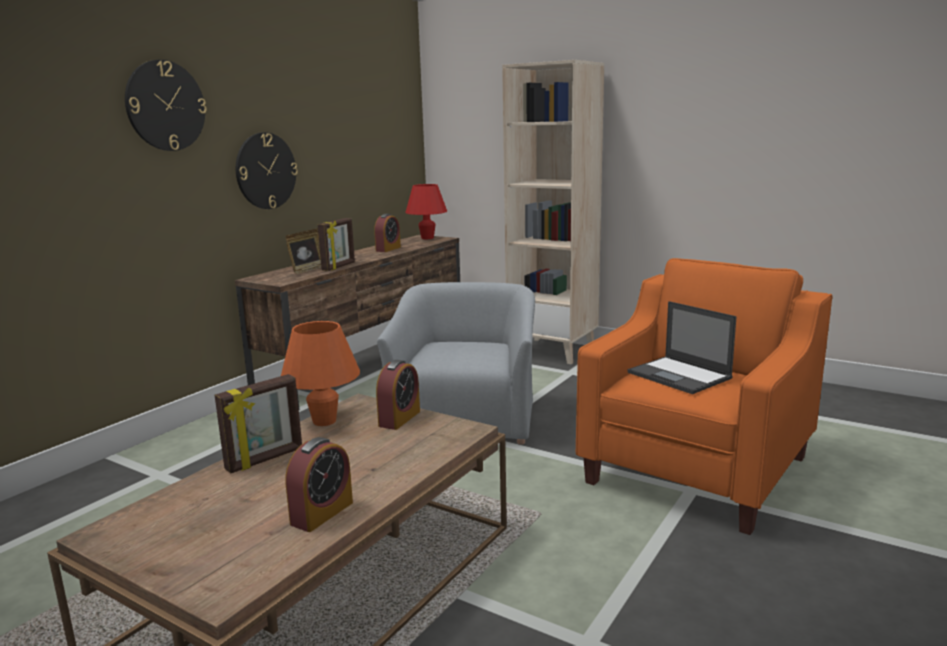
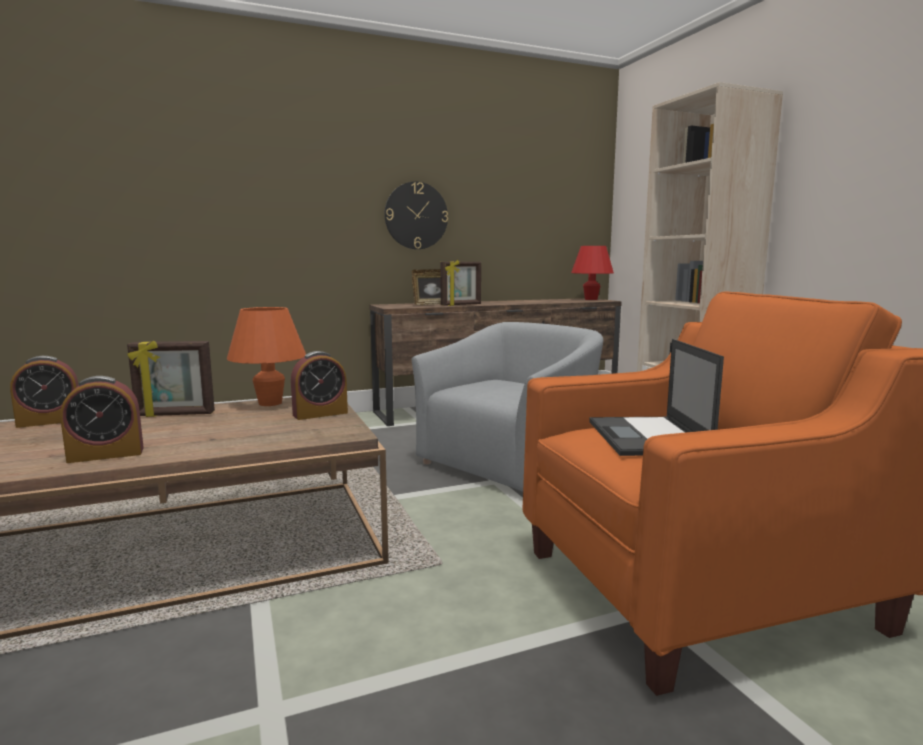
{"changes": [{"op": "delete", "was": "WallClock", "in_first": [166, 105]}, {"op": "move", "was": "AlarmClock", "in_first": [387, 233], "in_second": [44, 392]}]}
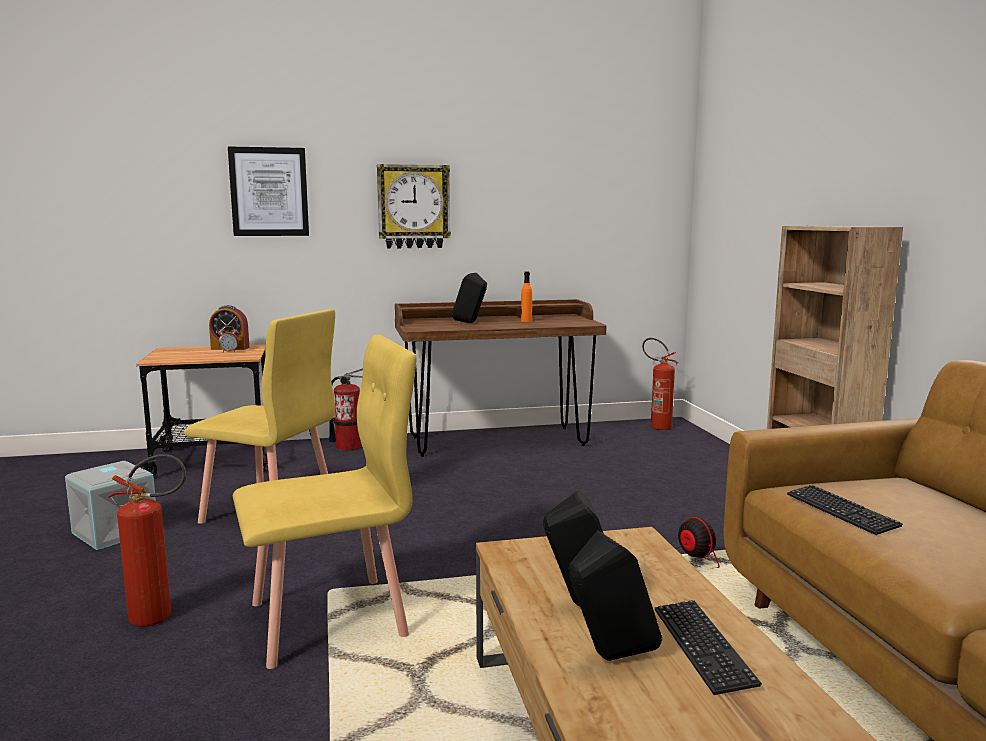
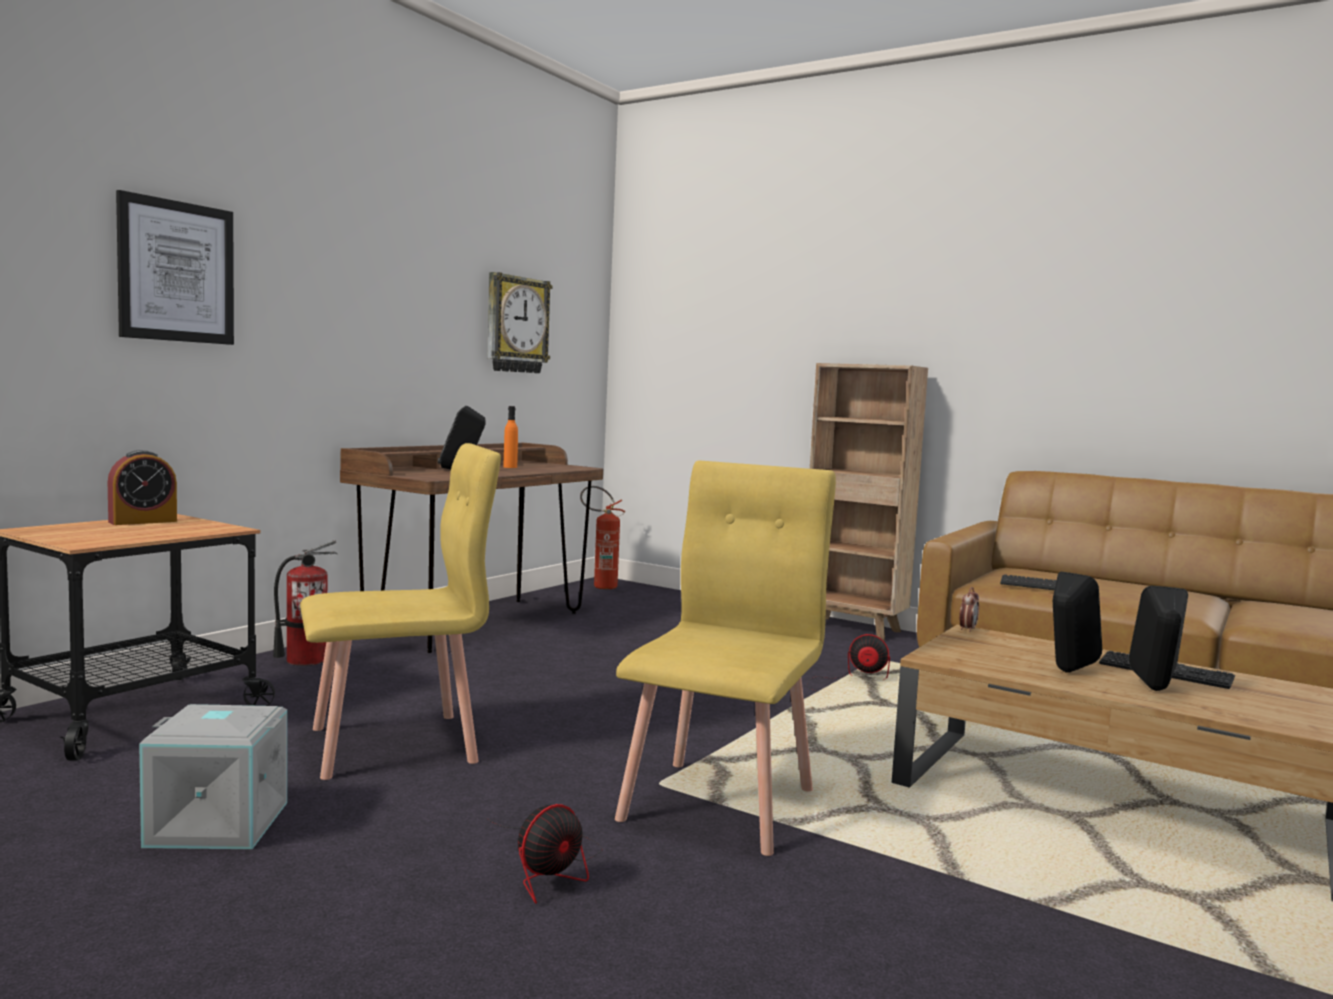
{"changes": [{"op": "move", "was": "AlarmClock", "in_first": [228, 339], "in_second": [969, 609]}, {"op": "move", "was": "WallClock", "in_first": [414, 206], "in_second": [520, 322]}, {"op": "replace", "was": "FireExtinguisher", "now": "Fan", "in_first": [147, 540], "in_second": [545, 854]}]}
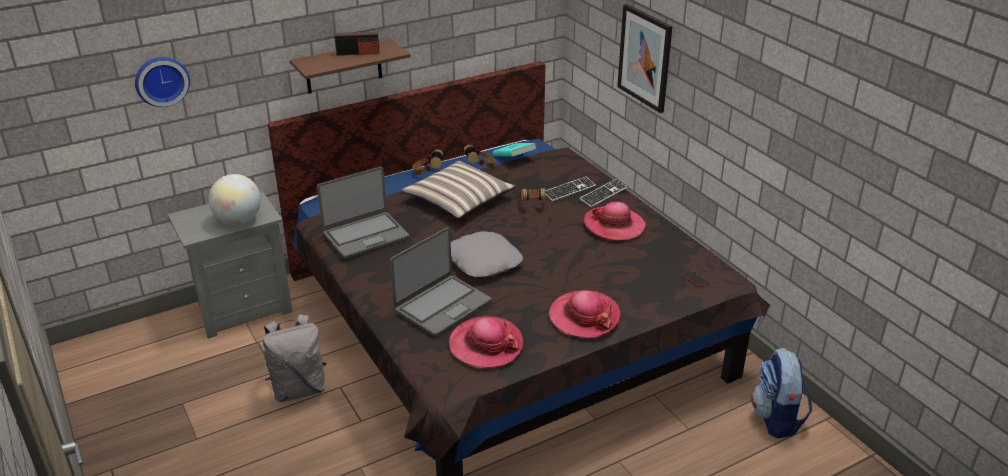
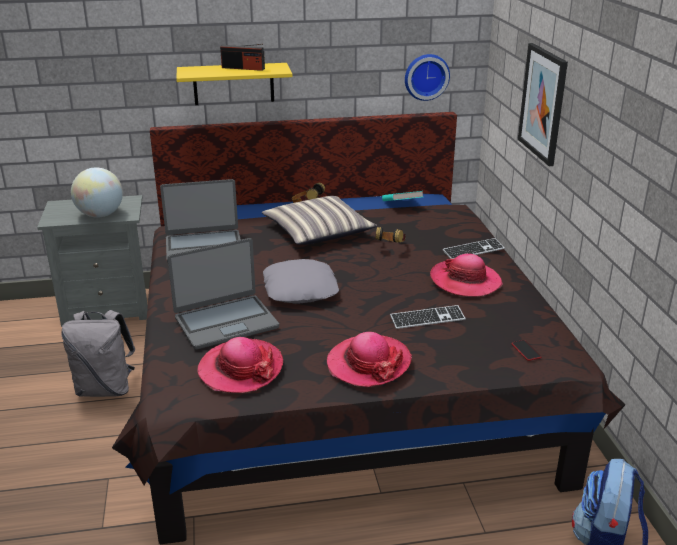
{"changes": [{"op": "delete", "was": "Headphones", "in_first": [480, 156]}, {"op": "move", "was": "WallClock", "in_first": [162, 82], "in_second": [427, 77]}, {"op": "move", "was": "Keyboard", "in_first": [571, 188], "in_second": [428, 317]}, {"op": "recolor", "was": "BrownShelf", "now": "YellowShelf", "in_first": [350, 67], "in_second": [234, 84]}]}
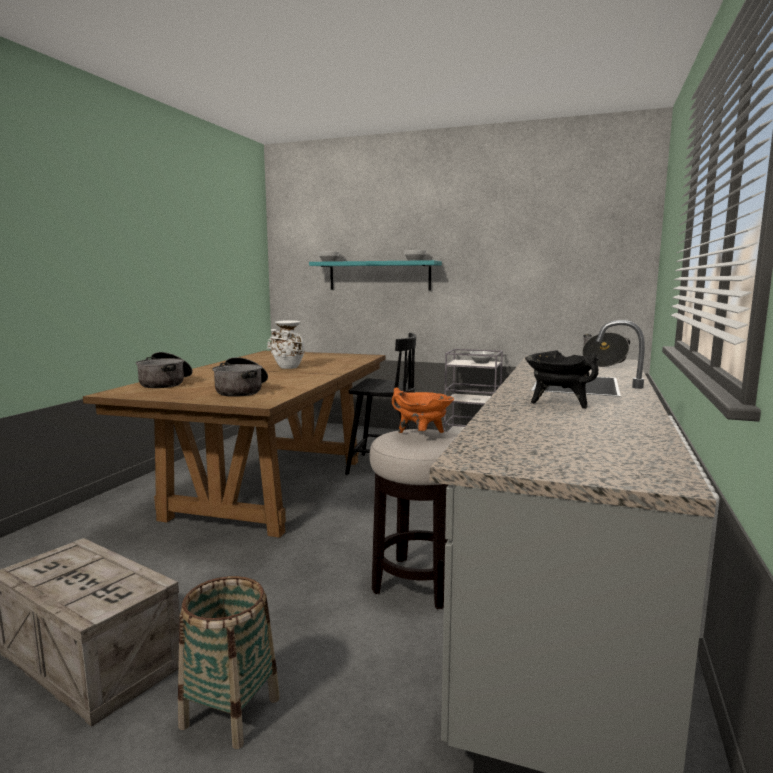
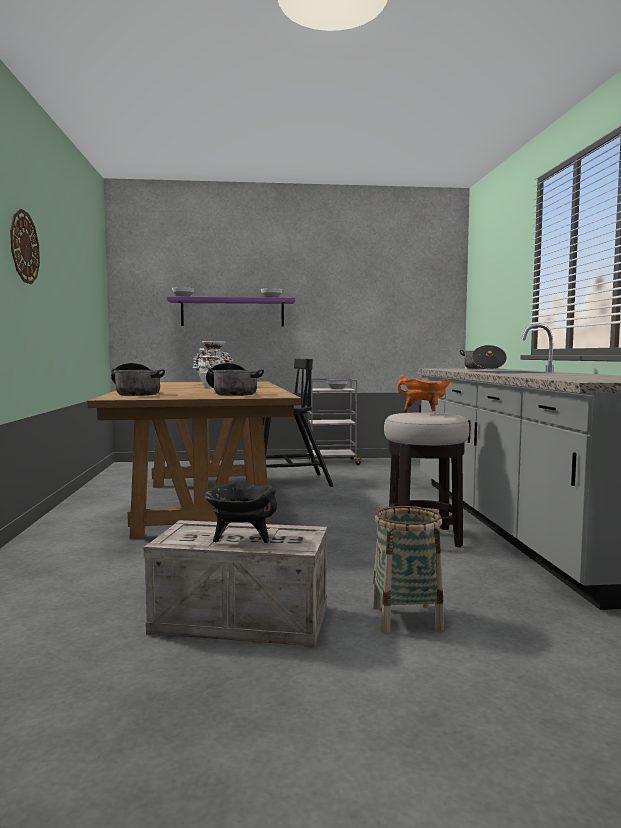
{"changes": [{"op": "insert", "now": "WallClock", "in_second": [25, 246]}, {"op": "move", "was": "BlackCookingPot", "in_first": [562, 379], "in_second": [240, 512]}, {"op": "recolor", "was": "TurquoiseShelf", "now": "PurpleShelf", "in_first": [375, 275], "in_second": [231, 312]}]}
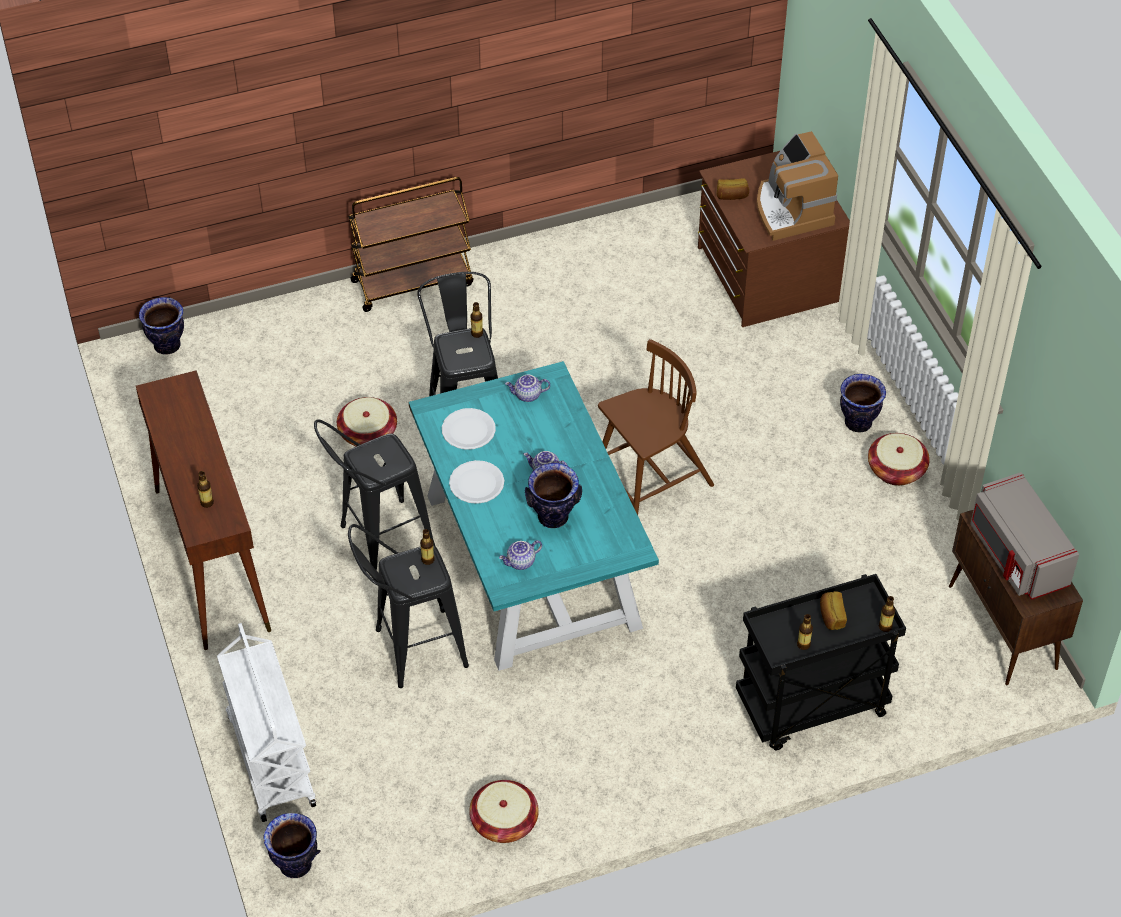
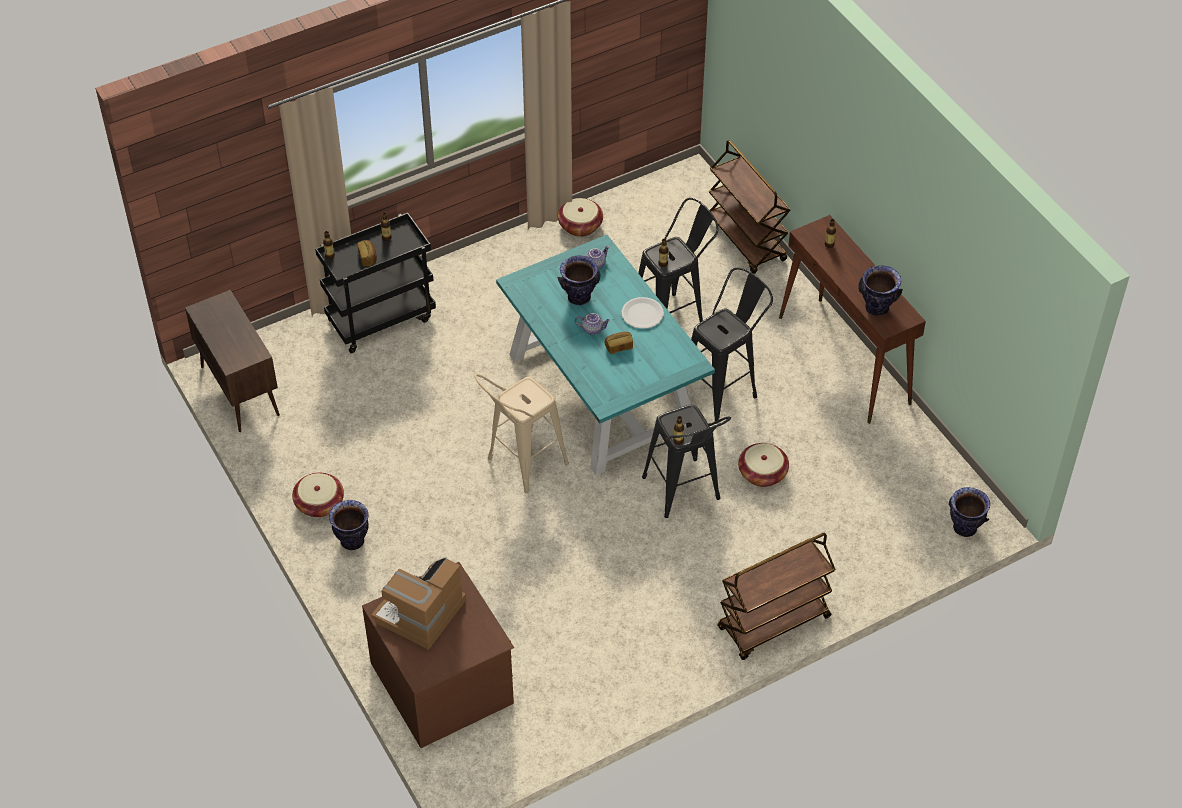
{"changes": [{"op": "delete", "was": "WhitePlate", "in_first": [469, 429]}, {"op": "delete", "was": "Teapot", "in_first": [527, 388]}, {"op": "delete", "was": "GreyMicrowave", "in_first": [1024, 536]}, {"op": "move", "was": "Vase", "in_first": [292, 845], "in_second": [880, 290]}, {"op": "move", "was": "Bread", "in_first": [733, 189], "in_second": [619, 343]}, {"op": "replace", "was": "BrownChair", "now": "BeigeStool", "in_first": [656, 427], "in_second": [521, 433]}, {"op": "recolor", "was": "WhiteCart", "now": "BrownCart", "in_first": [266, 722], "in_second": [749, 207]}, {"op": "rotate", "was": "CoffeeMachine", "in_first": [797, 186], "in_second": [419, 603], "clockwise": -120}]}
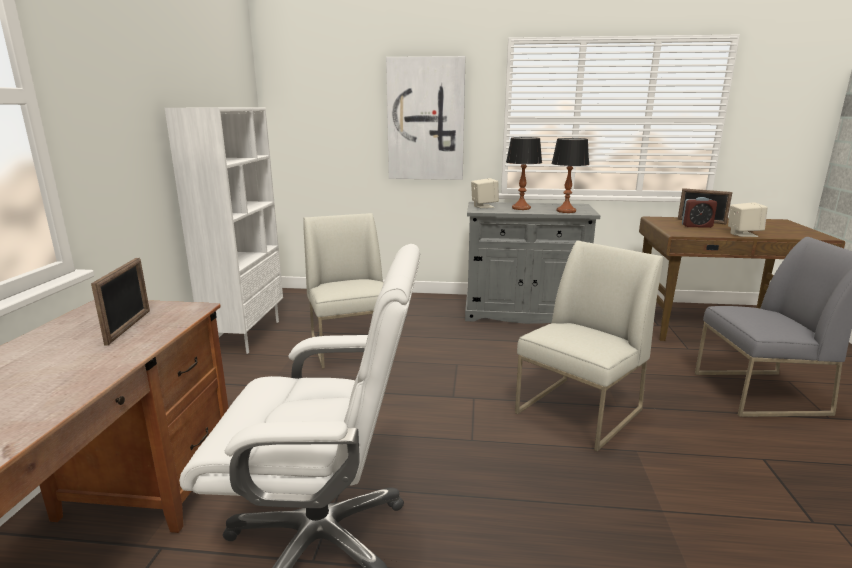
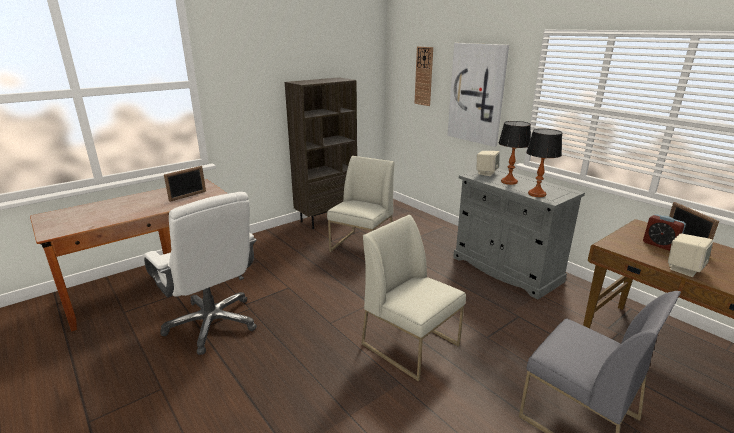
{"changes": [{"op": "insert", "now": "WallClock", "in_second": [423, 76]}, {"op": "recolor", "was": "WhiteBookcase", "now": "BrownBookcase", "in_first": [224, 231], "in_second": [321, 153]}, {"op": "rotate", "was": "WhiteChair", "in_first": [589, 346], "in_second": [413, 297], "clockwise": -135}]}
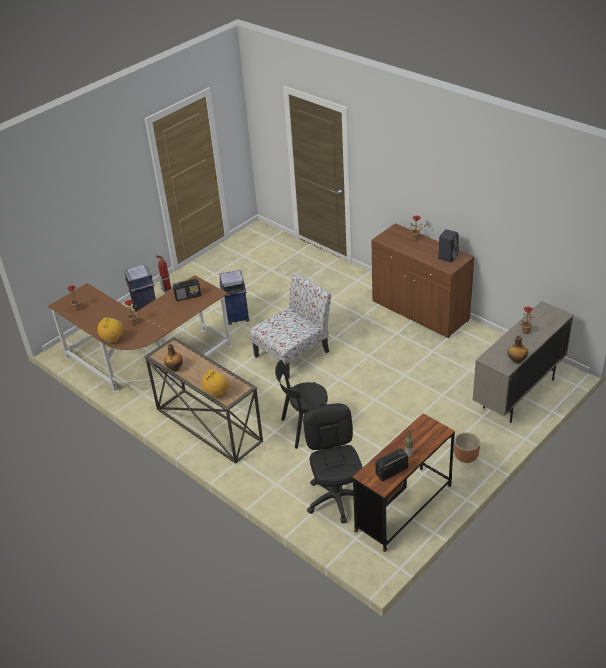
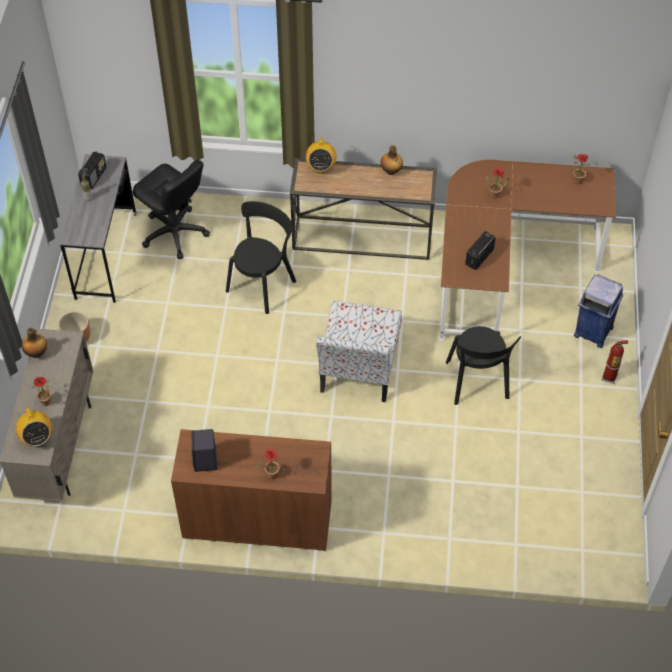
{"changes": [{"op": "move", "was": "Radio", "in_first": [110, 331], "in_second": [34, 427]}, {"op": "replace", "was": "BlueTrashCan", "now": "BlackChair", "in_first": [234, 297], "in_second": [483, 365]}, {"op": "recolor", "was": "BrownDesk", "now": "GreyDesk", "in_first": [404, 482], "in_second": [98, 228]}]}
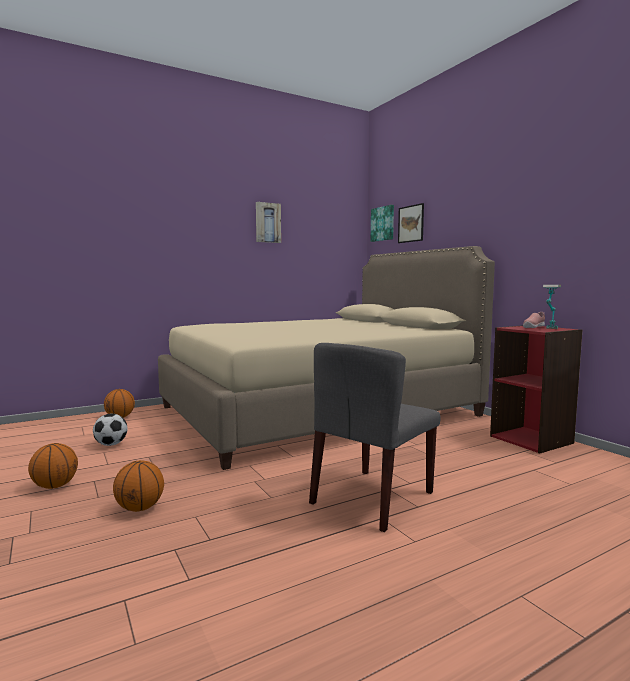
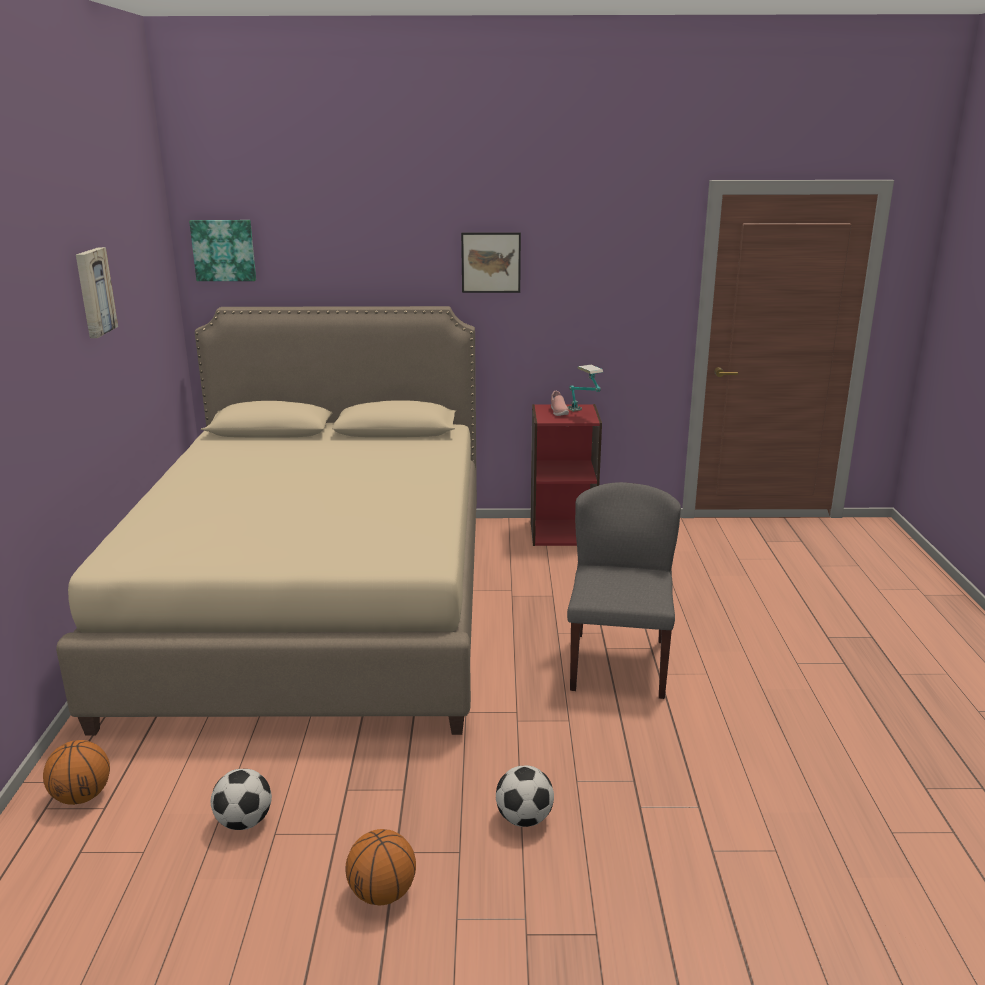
{"changes": [{"op": "move", "was": "Picture", "in_first": [411, 223], "in_second": [491, 262]}, {"op": "replace", "was": "Basketball", "now": "Football", "in_first": [138, 486], "in_second": [525, 796]}, {"op": "rotate", "was": "GreyChair", "in_first": [375, 437], "in_second": [624, 590], "clockwise": -150}]}
